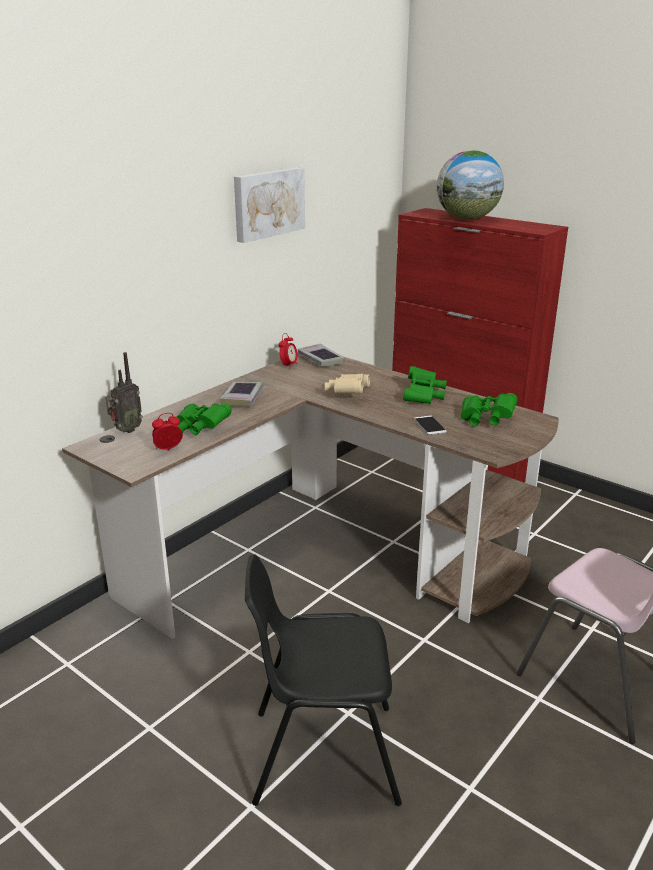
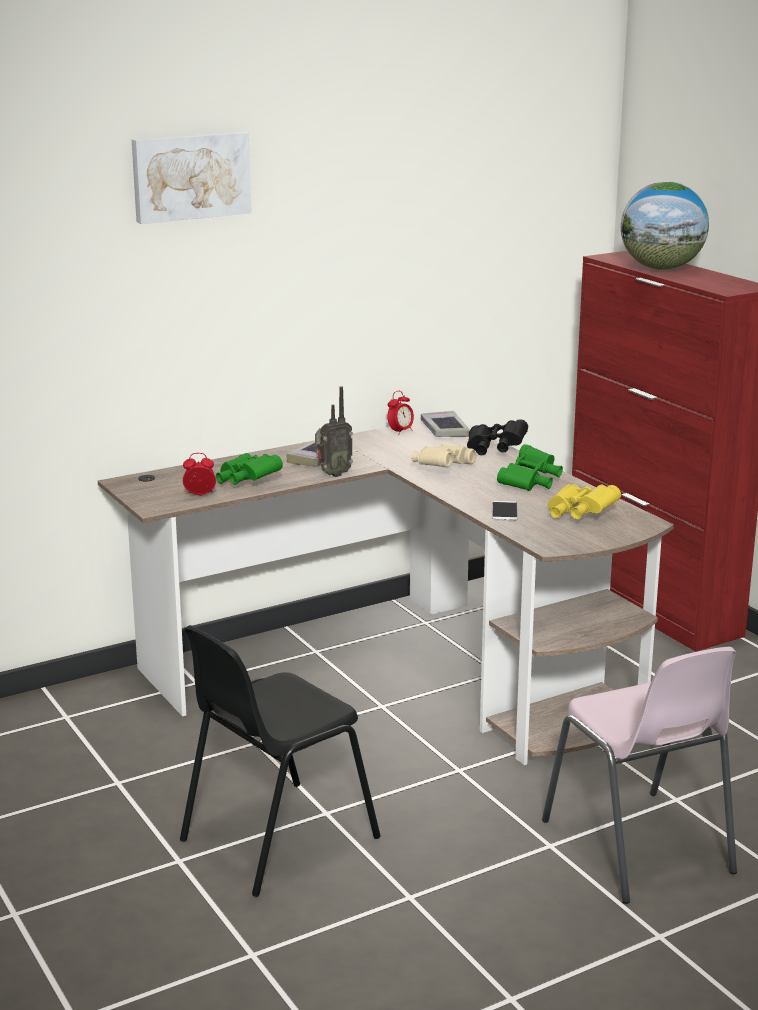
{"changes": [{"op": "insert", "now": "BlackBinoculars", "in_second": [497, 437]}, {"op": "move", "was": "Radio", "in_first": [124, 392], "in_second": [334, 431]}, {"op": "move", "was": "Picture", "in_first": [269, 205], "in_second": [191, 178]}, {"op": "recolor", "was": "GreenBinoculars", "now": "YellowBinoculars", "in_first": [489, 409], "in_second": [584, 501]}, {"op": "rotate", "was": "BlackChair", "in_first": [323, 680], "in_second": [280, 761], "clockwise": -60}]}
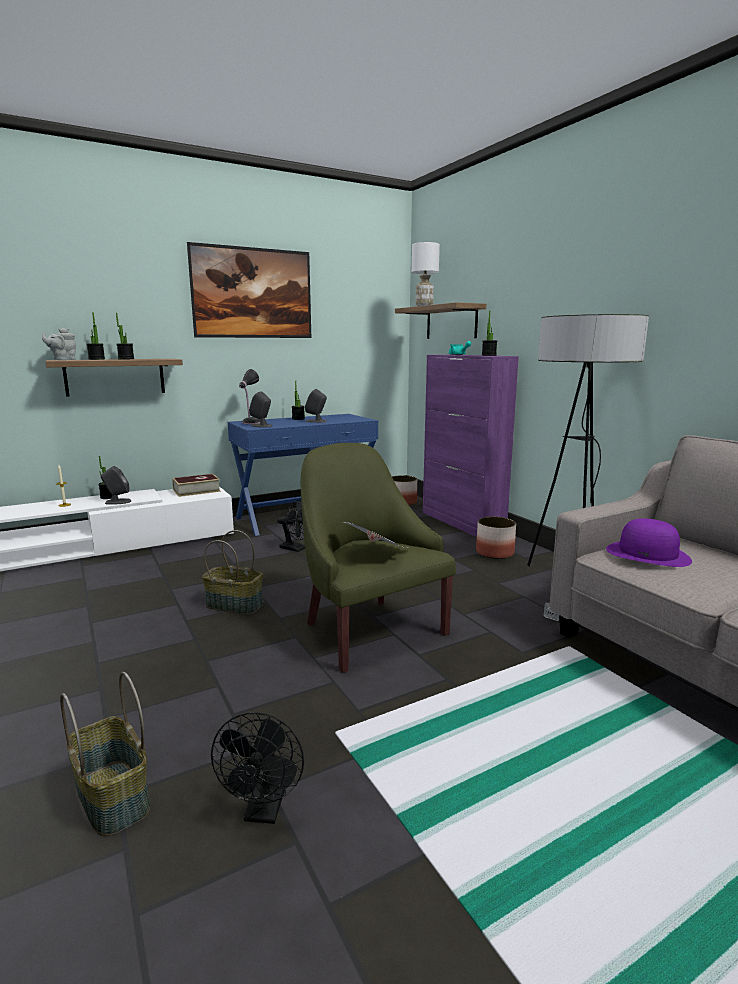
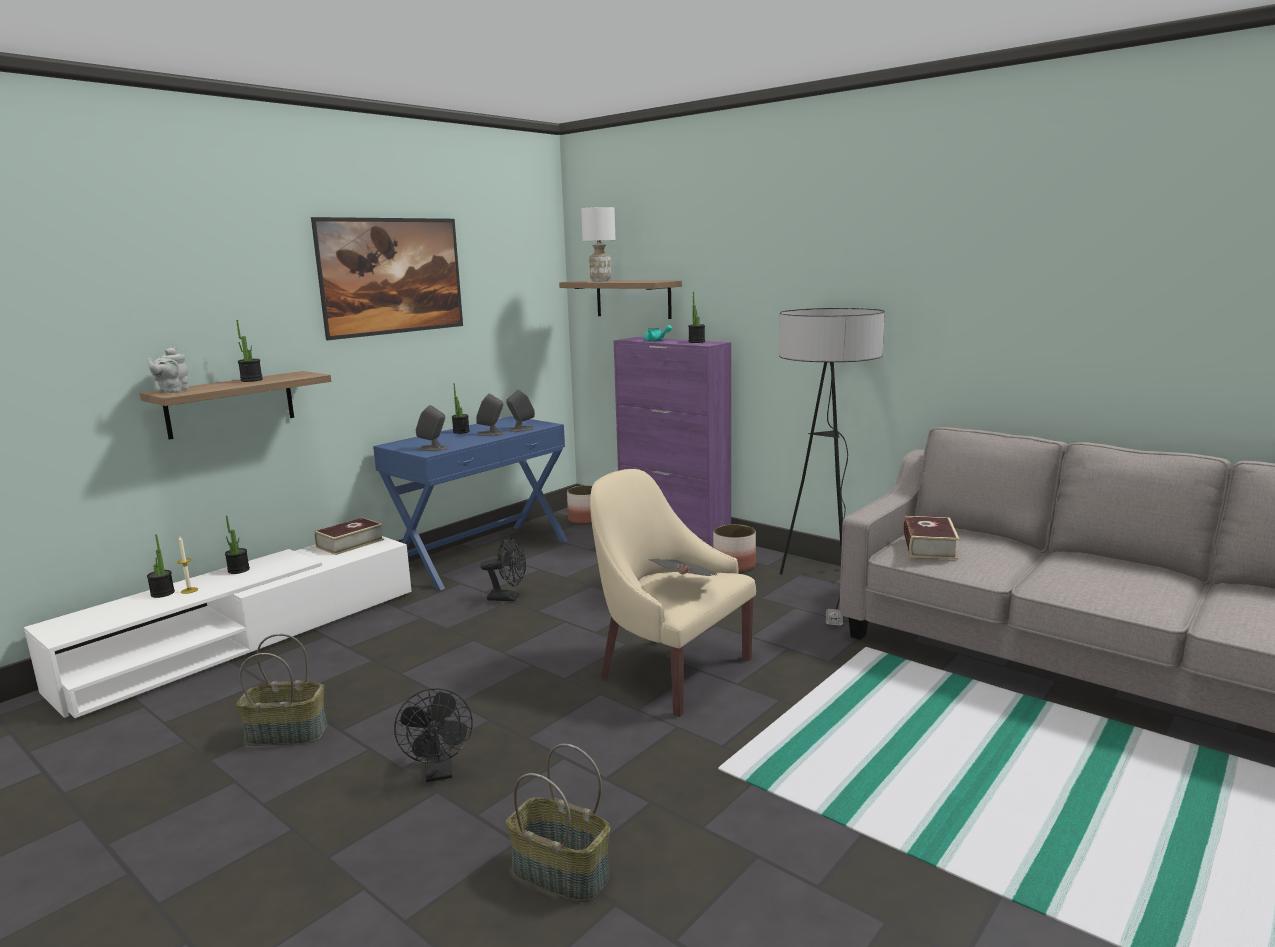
{"changes": [{"op": "delete", "was": "TableLamp", "in_first": [250, 396]}, {"op": "move", "was": "PottedPlant", "in_first": [96, 336], "in_second": [161, 566]}, {"op": "move", "was": "GreySpeaker", "in_first": [116, 485], "in_second": [520, 411]}, {"op": "move", "was": "Basket", "in_first": [232, 572], "in_second": [282, 690]}, {"op": "move", "was": "BlackFan", "in_first": [257, 768], "in_second": [433, 735]}, {"op": "replace", "was": "PurpleHat", "now": "Book", "in_first": [649, 542], "in_second": [931, 537]}, {"op": "recolor", "was": "GreenArmchair", "now": "BeigeArmchair", "in_first": [378, 558], "in_second": [673, 593]}]}
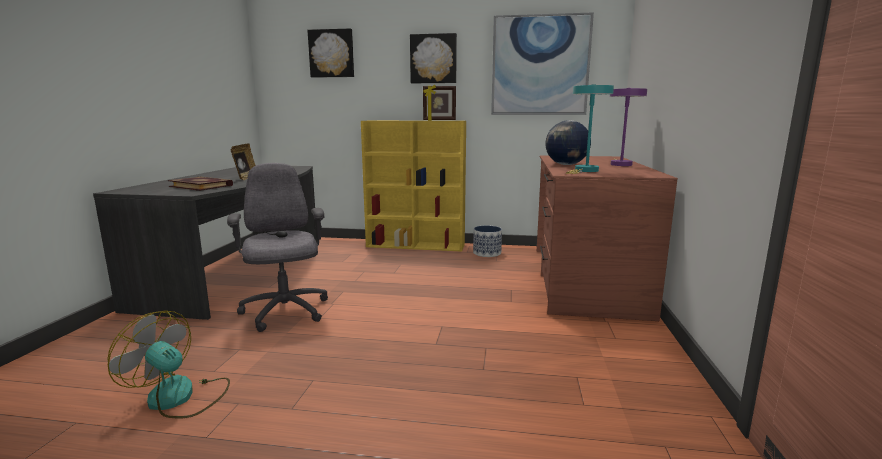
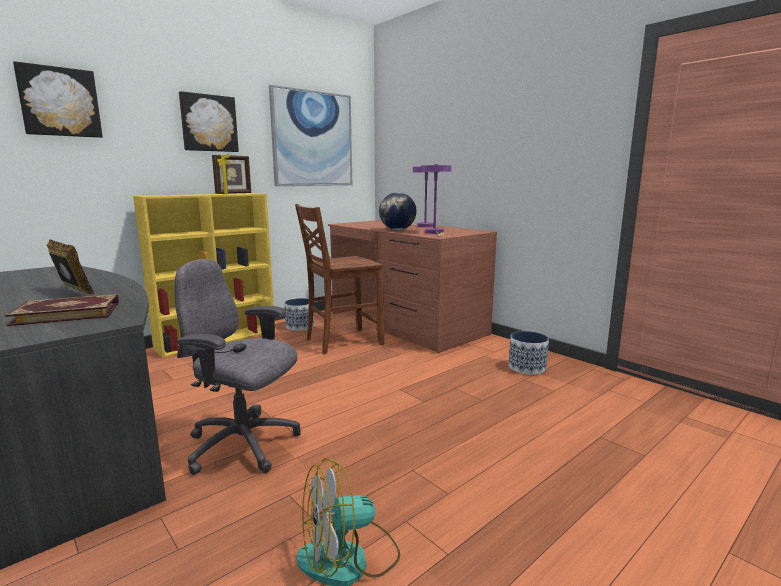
{"changes": [{"op": "insert", "now": "BrownChair", "in_second": [339, 279]}, {"op": "insert", "now": "Planter", "in_second": [529, 353]}, {"op": "recolor", "was": "TurquoiseTableLamp", "now": "PurpleTableLamp", "in_first": [589, 129], "in_second": [436, 200]}]}
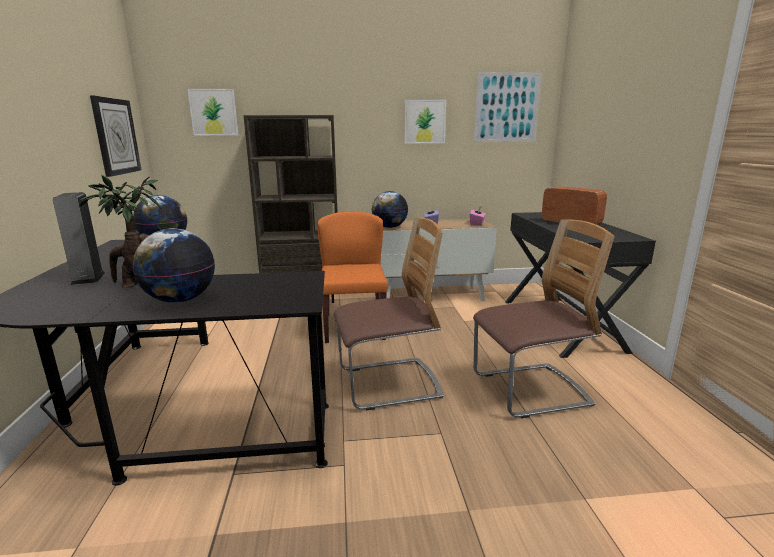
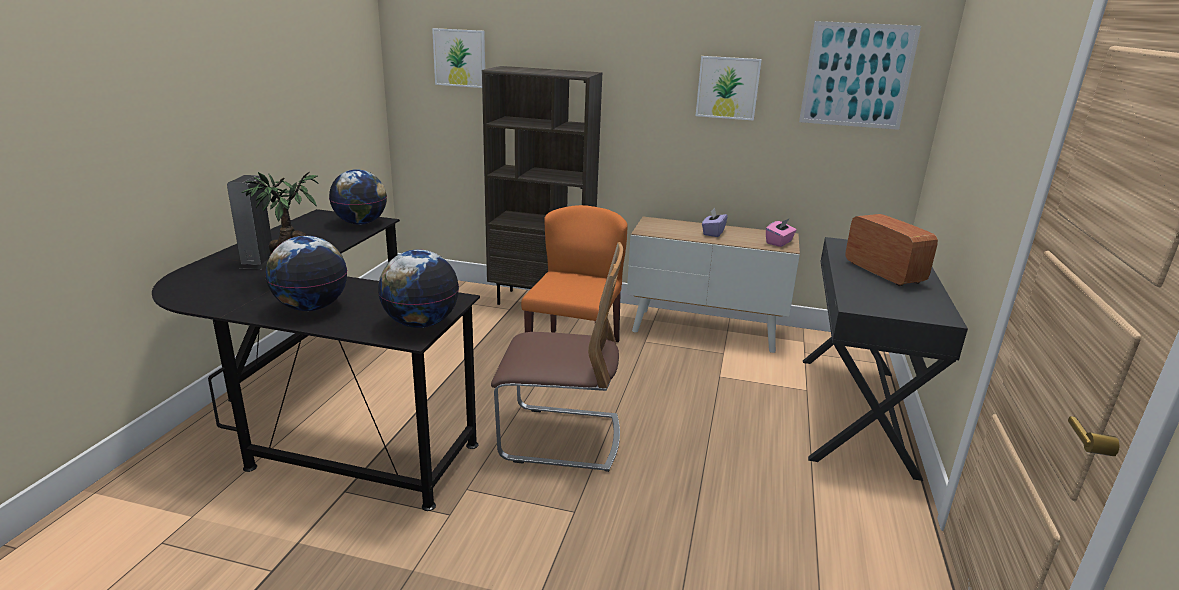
{"changes": [{"op": "delete", "was": "WallClock", "in_first": [115, 136]}, {"op": "delete", "was": "Chair", "in_first": [544, 318]}, {"op": "move", "was": "Globe", "in_first": [390, 209], "in_second": [418, 289]}]}
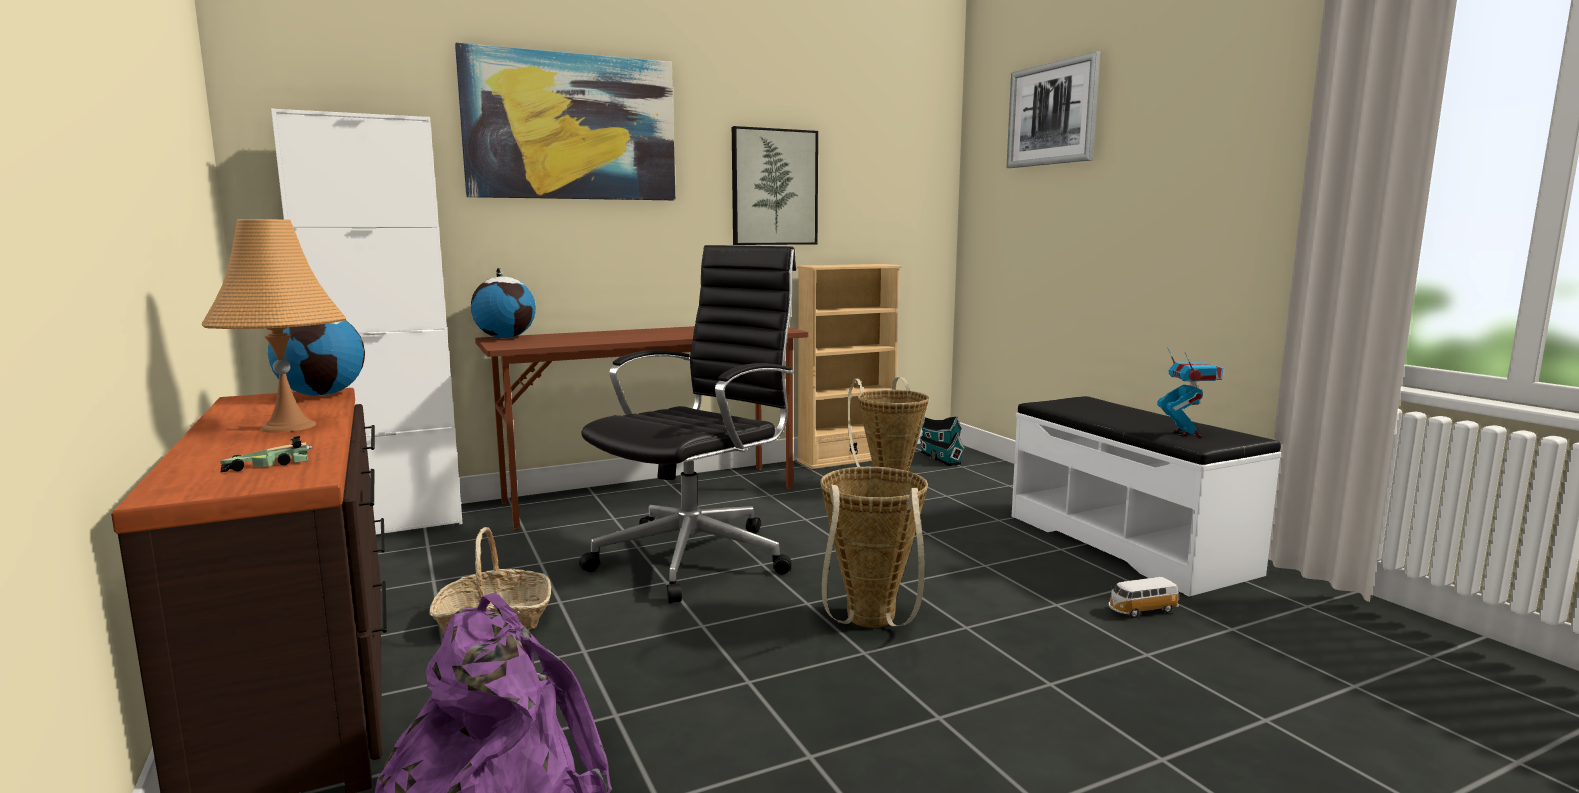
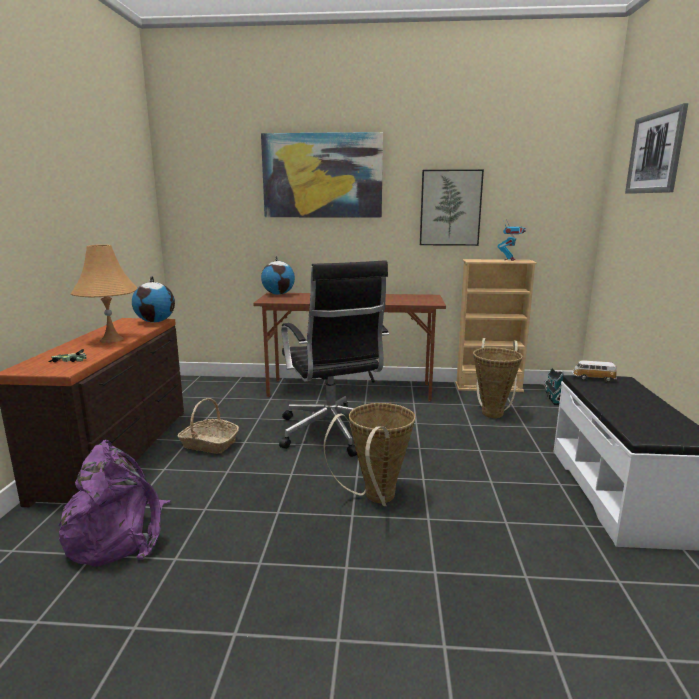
{"changes": [{"op": "delete", "was": "WhiteCabinet", "in_first": [367, 321]}, {"op": "move", "was": "ToyCar", "in_first": [1144, 597], "in_second": [594, 371]}, {"op": "move", "was": "ToyRobot", "in_first": [1190, 392], "in_second": [512, 240]}, {"op": "rotate", "was": "BlackOfficeChair", "in_first": [687, 424], "in_second": [334, 358], "clockwise": 90}]}
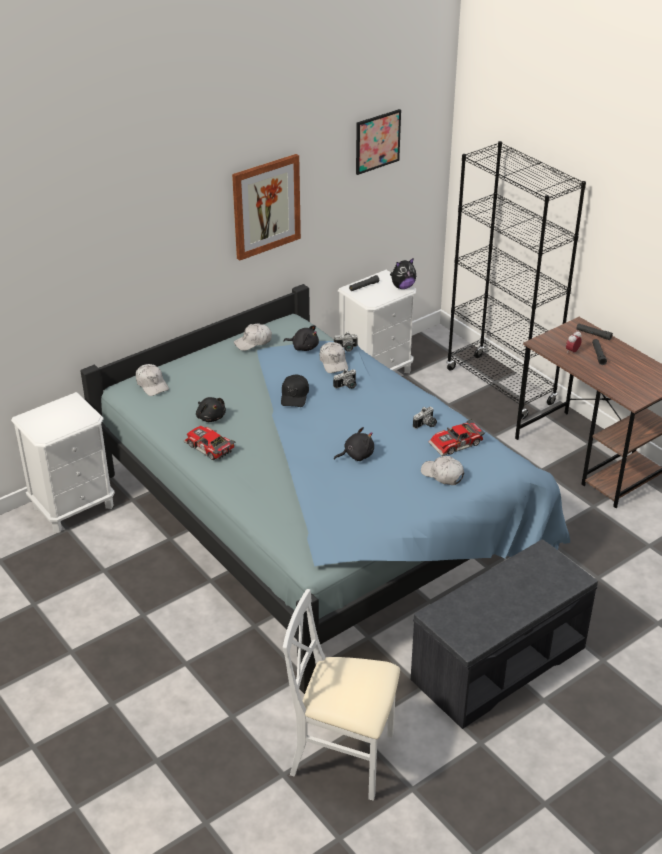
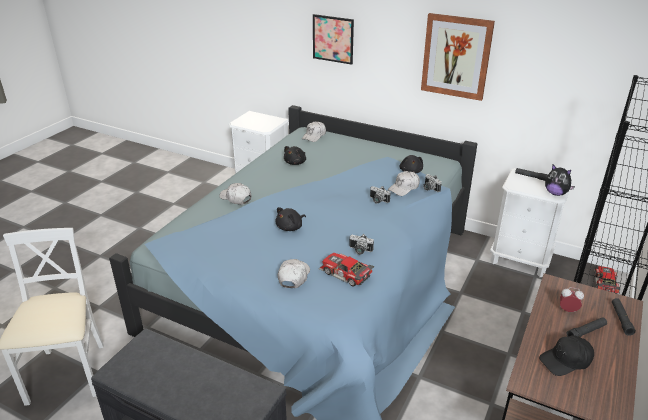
{"changes": [{"op": "move", "was": "ToyCar", "in_first": [209, 443], "in_second": [607, 280]}, {"op": "move", "was": "WhiteCap", "in_first": [253, 337], "in_second": [235, 194]}, {"op": "move", "was": "BlackCap", "in_first": [295, 390], "in_second": [566, 355]}, {"op": "move", "was": "Picture", "in_first": [378, 142], "in_second": [333, 39]}, {"op": "rotate", "was": "BlackPlushToy", "in_first": [354, 444], "in_second": [290, 219], "clockwise": 90}]}
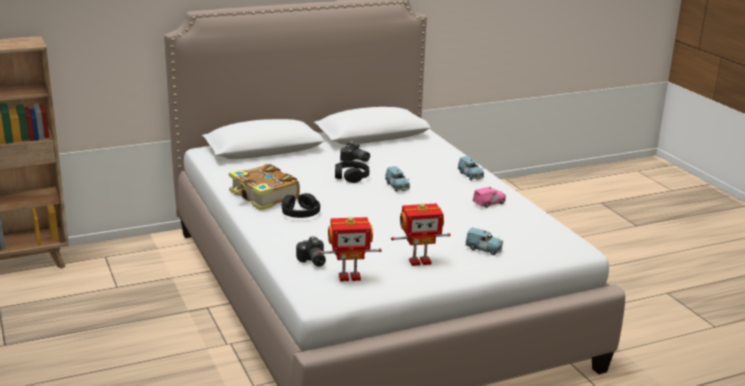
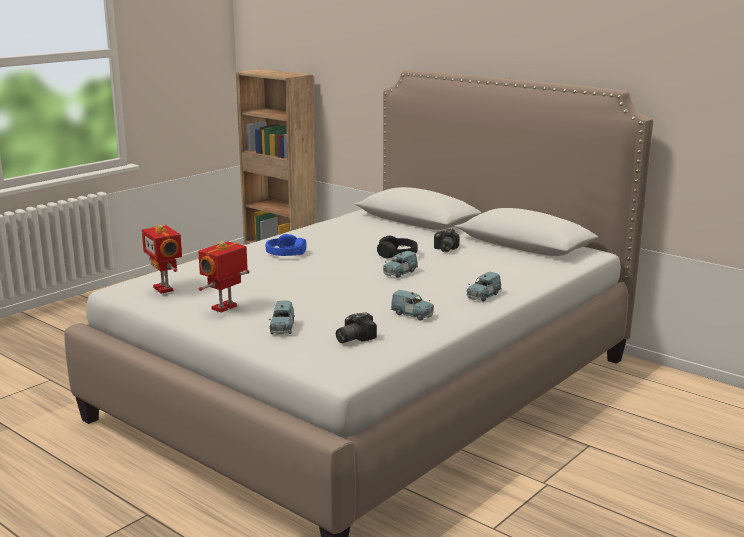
{"changes": [{"op": "delete", "was": "Book", "in_first": [264, 187]}, {"op": "move", "was": "PhotoCamera", "in_first": [311, 251], "in_second": [356, 327]}, {"op": "recolor", "was": "BlackHeadphones", "now": "BlueHeadphones", "in_first": [301, 205], "in_second": [286, 245]}, {"op": "recolor", "was": "PinkToyCar", "now": "BlueToyCar", "in_first": [489, 197], "in_second": [412, 305]}, {"op": "rotate", "was": "ToyRobot", "in_first": [421, 234], "in_second": [224, 277], "clockwise": 75}]}
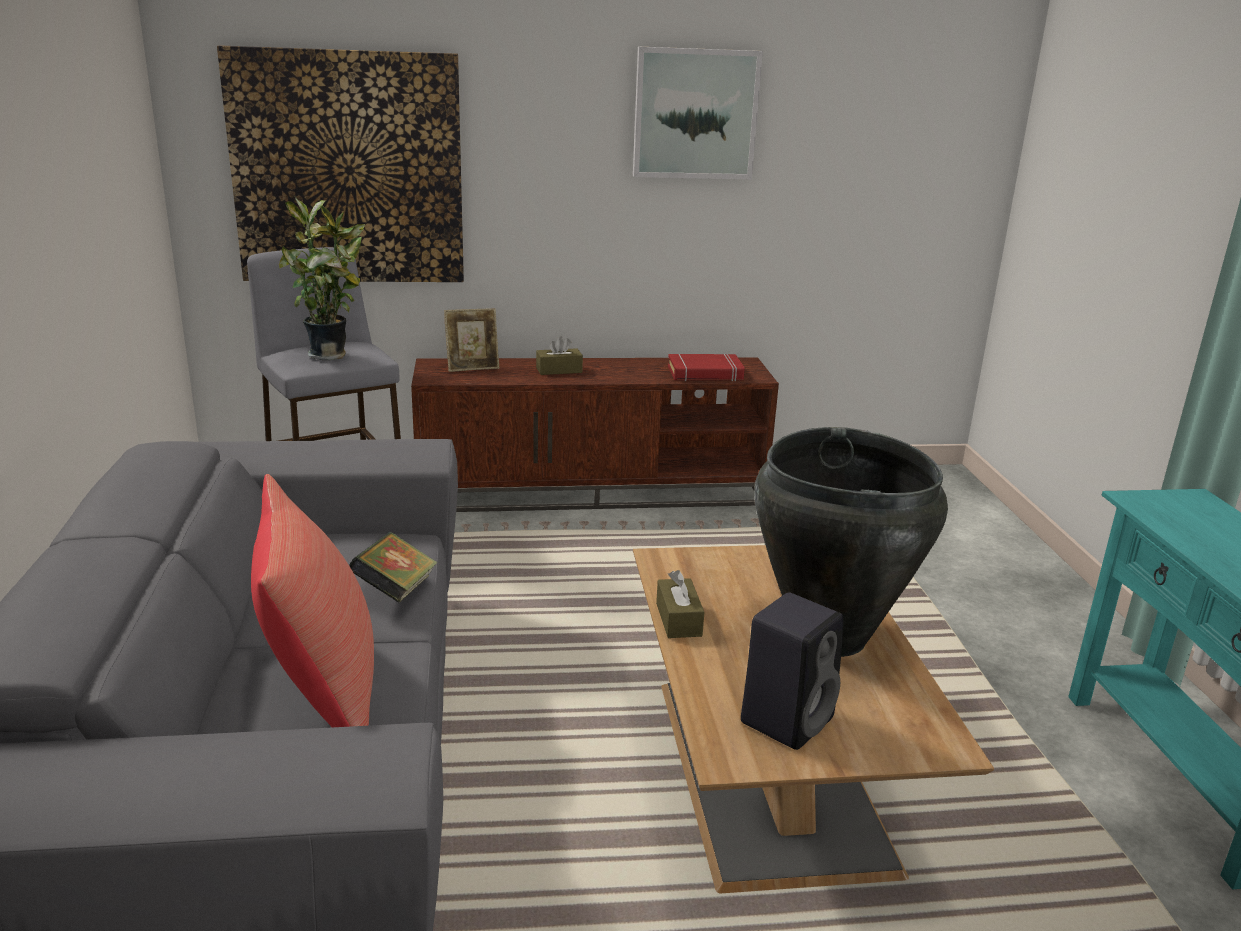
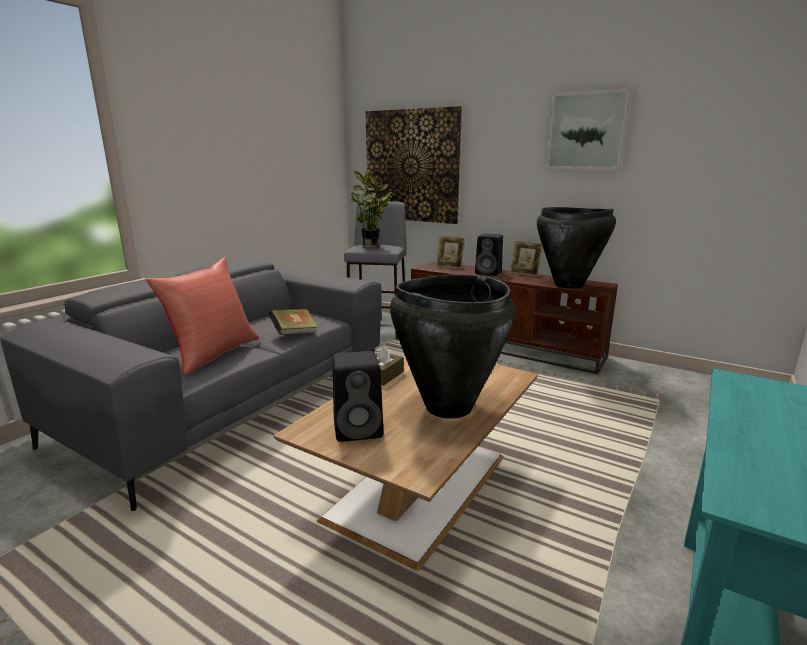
{"changes": [{"op": "insert", "now": "PictureFrame", "in_second": [526, 258]}, {"op": "replace", "was": "BrownTissueBox", "now": "BlackSpeaker", "in_first": [559, 355], "in_second": [489, 254]}, {"op": "replace", "was": "RedBook", "now": "BlackVase", "in_first": [706, 367], "in_second": [576, 248]}]}
